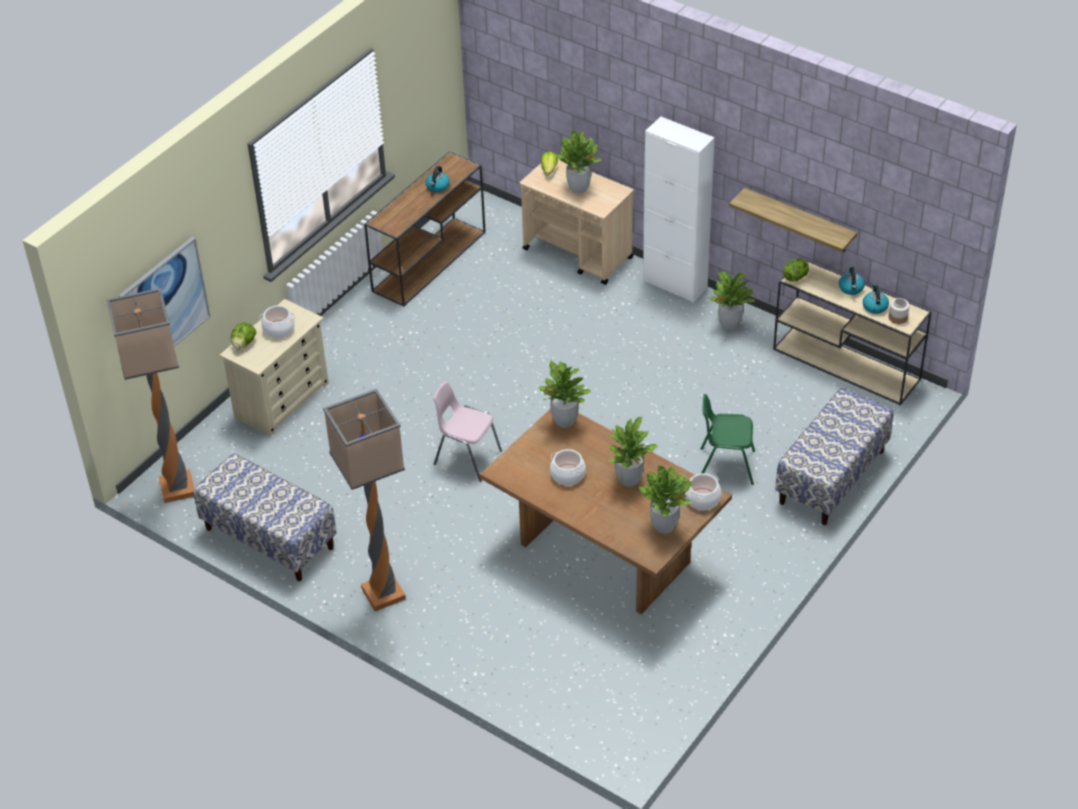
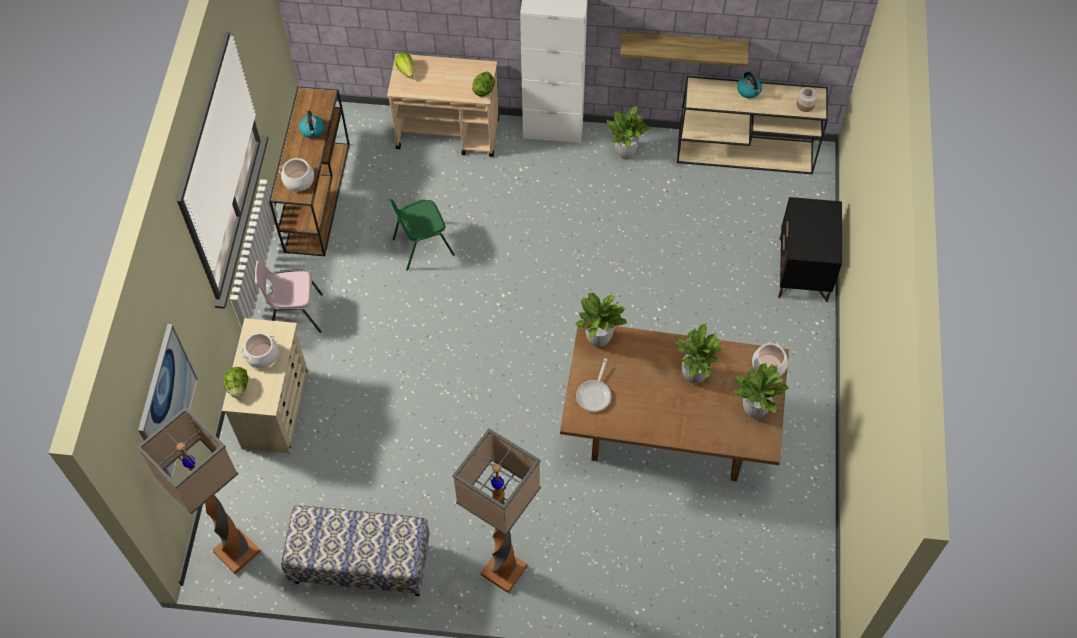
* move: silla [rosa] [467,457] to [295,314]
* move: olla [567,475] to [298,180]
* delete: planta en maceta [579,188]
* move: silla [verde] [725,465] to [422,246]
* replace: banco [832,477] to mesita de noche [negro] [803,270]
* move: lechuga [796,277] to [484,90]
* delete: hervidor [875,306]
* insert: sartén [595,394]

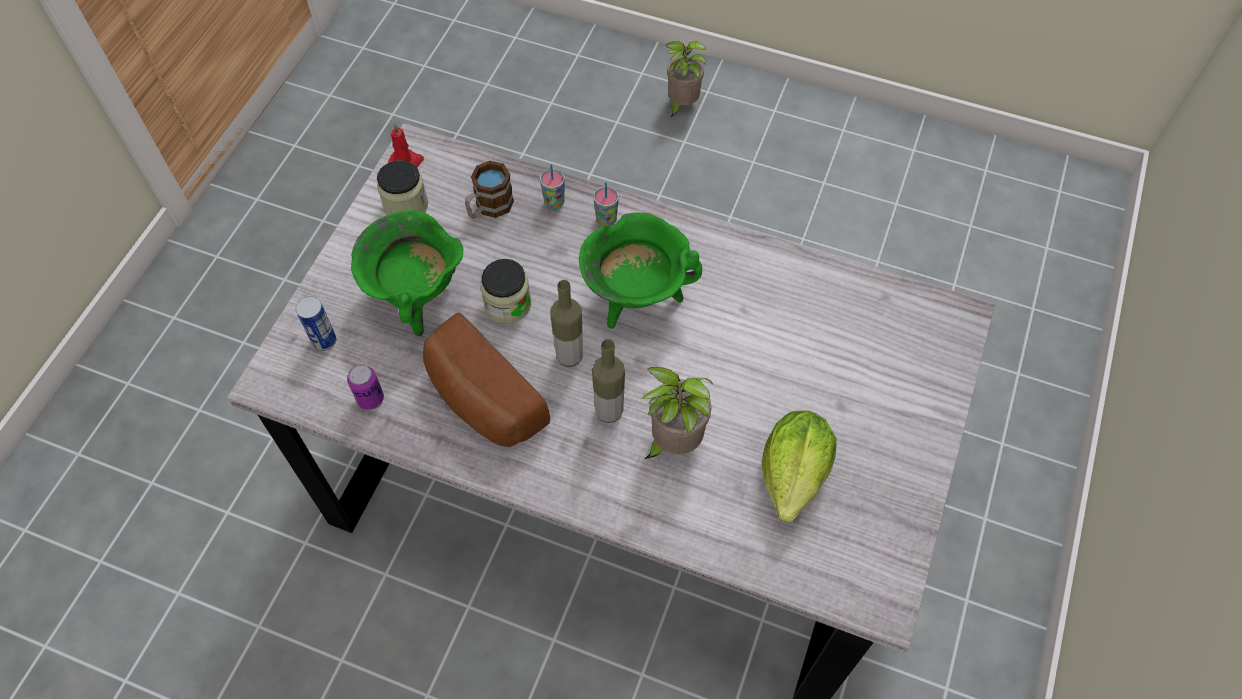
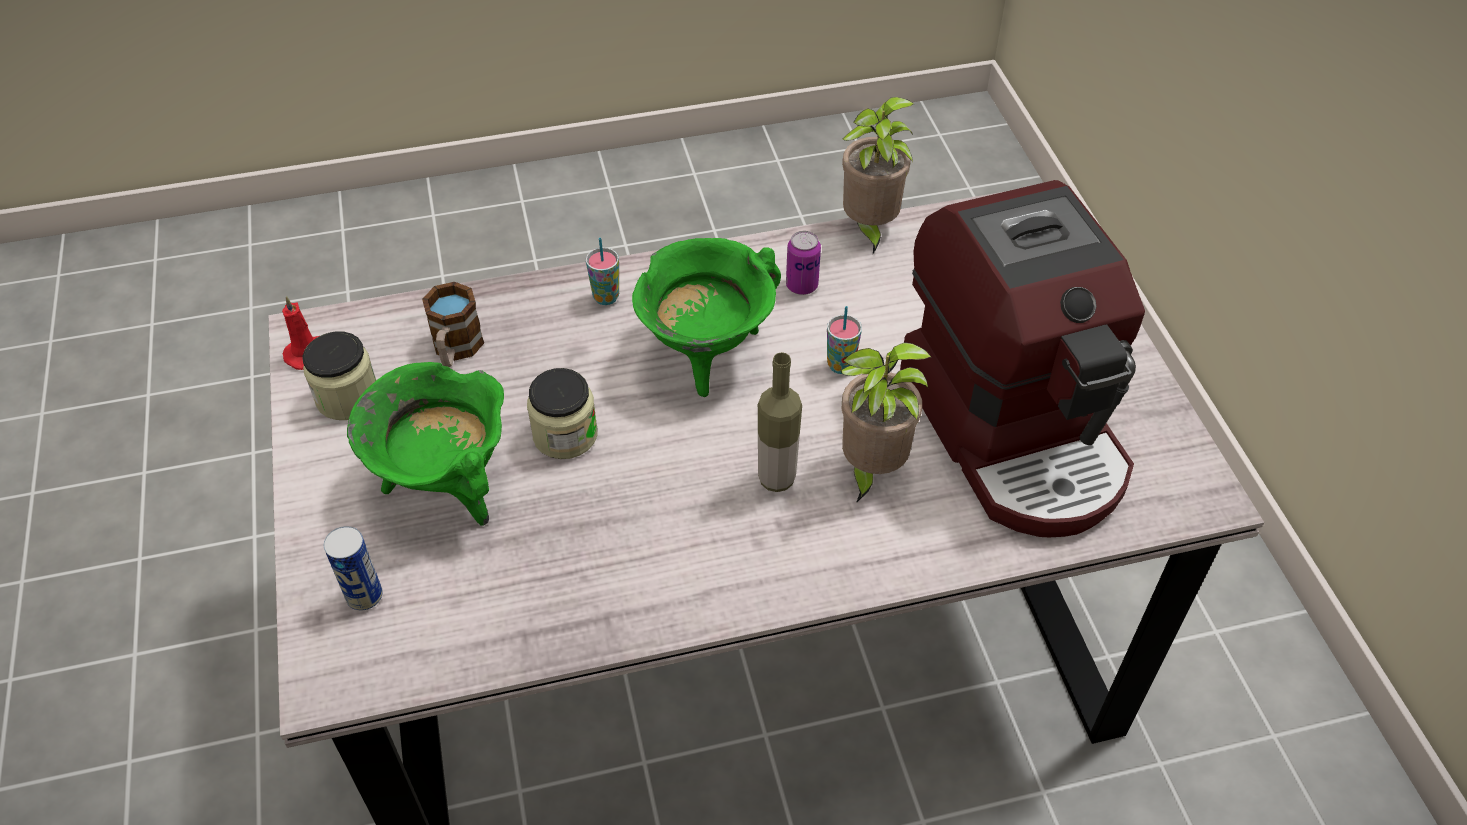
* move: lata [370,399] to [802,285]
* delete: pan [481,400]
* move: taza [554,203] to [840,365]
* delete: botella [569,356]
* move: planta en maceta [681,105] to [869,229]
* replace: lechuga [793,474] to cafetera [1016,430]

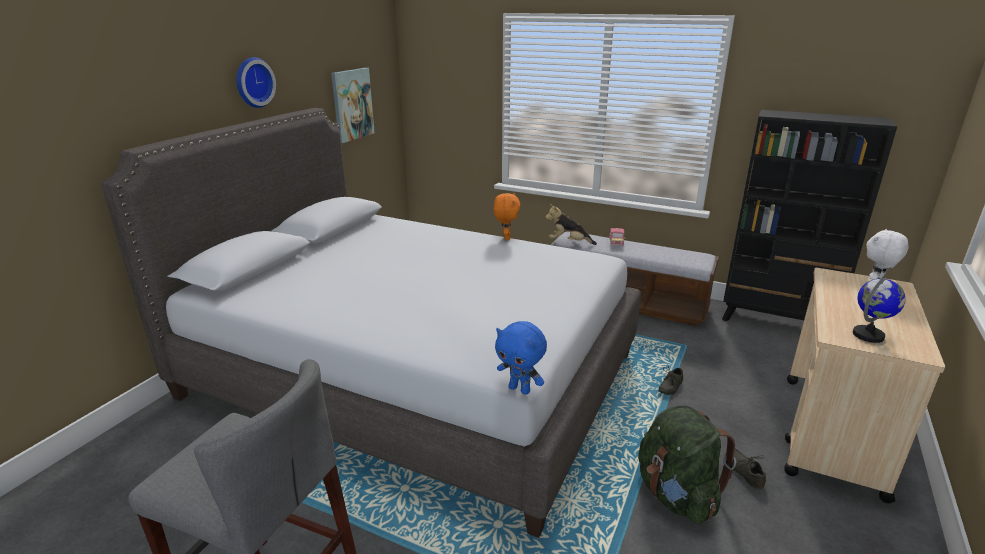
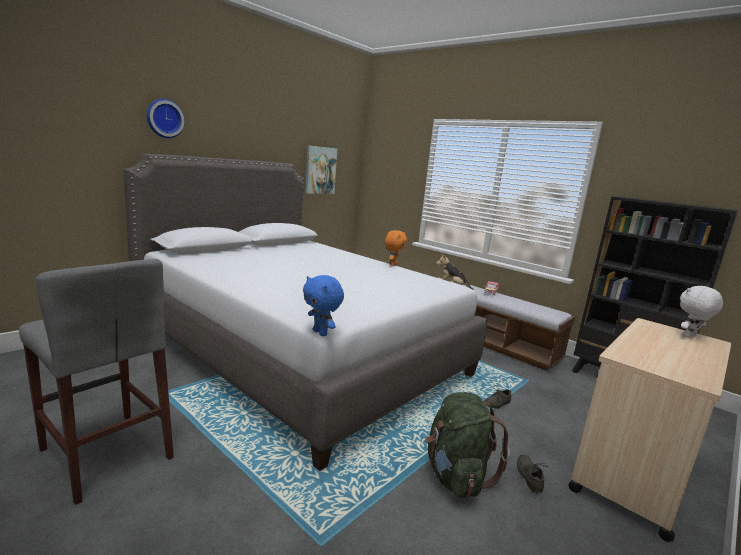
* move: reloj de pared [252,82] to [164,118]
* delete: globo terráqueo [868,335]

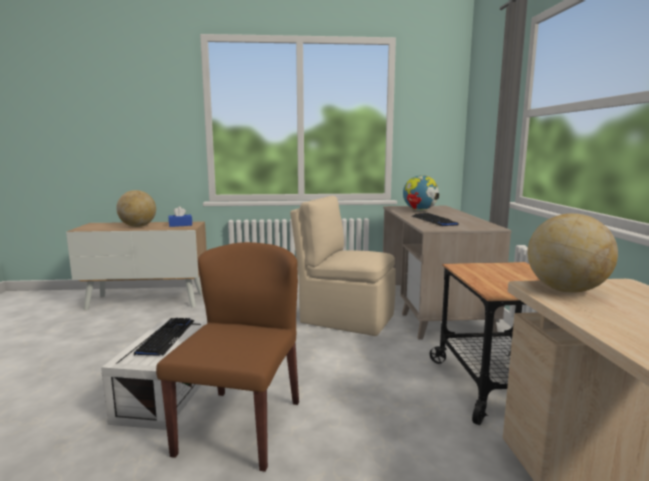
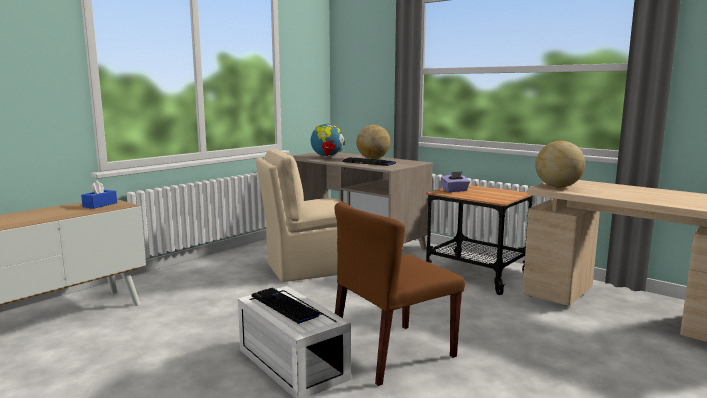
* move: globo terráqueo [138,226] to [373,158]
* rotate: silla [marrón] [240,426] = [392,353] 90 degrees counterclockwise
* insert: caja de pañuelos [morado] [455,190]

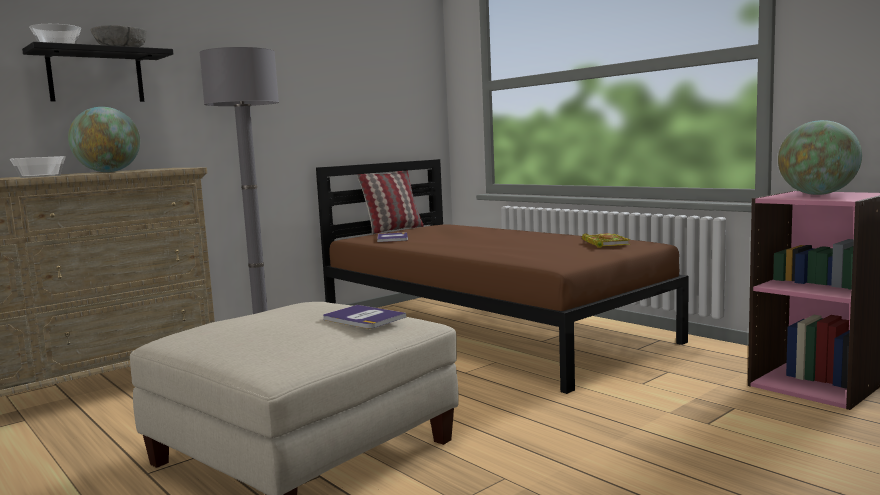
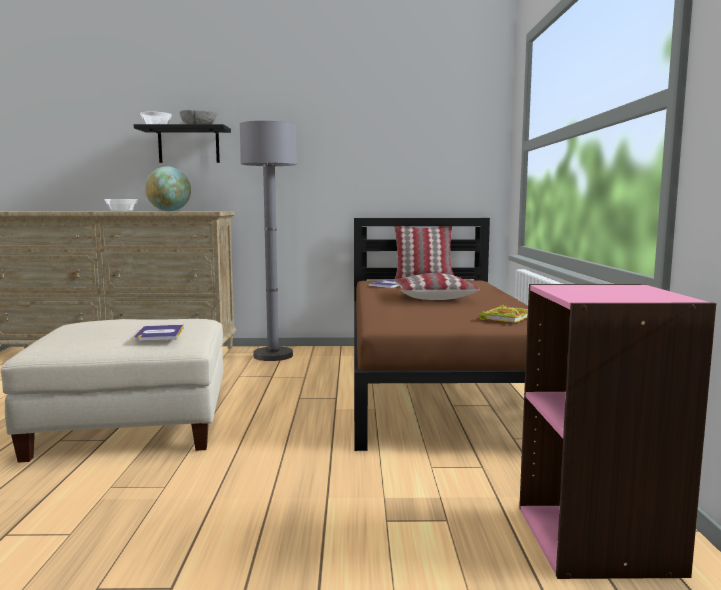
* delete: globo terráqueo [817,194]
* insert: cojín [433,297]

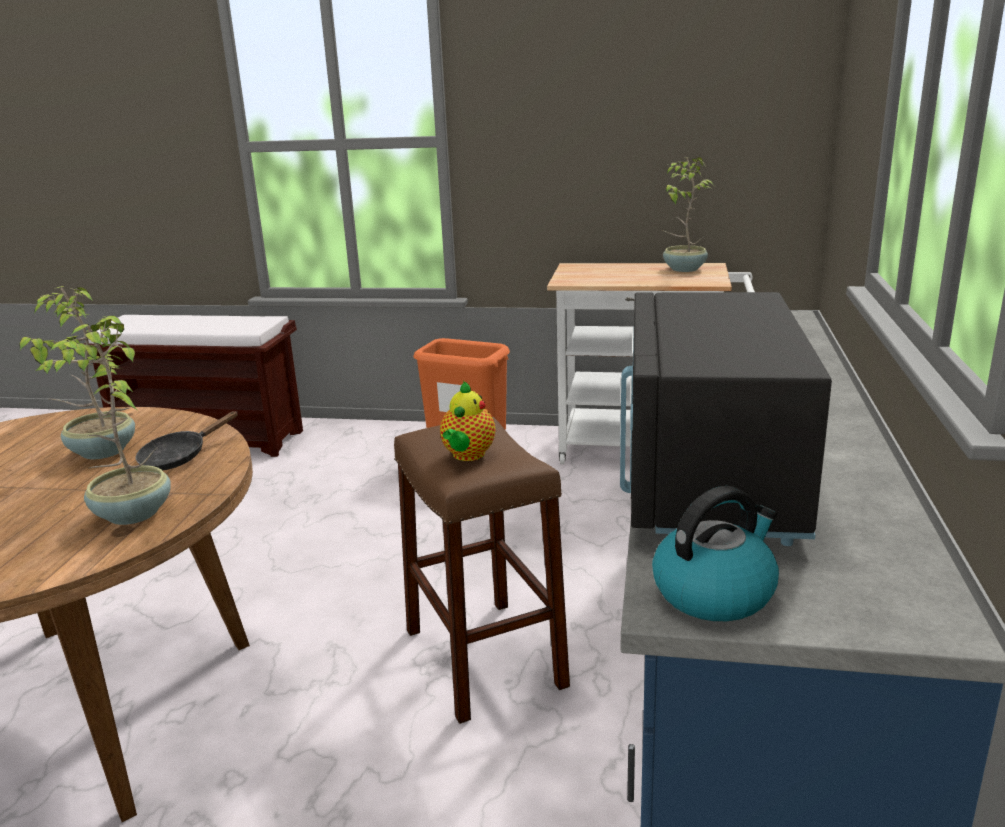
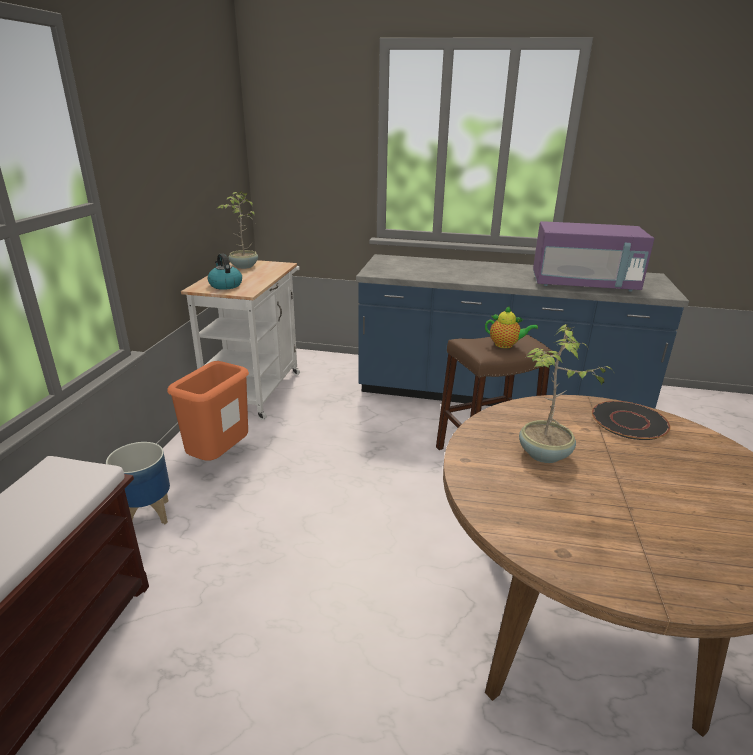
* replace: planta en maceta [131,515] to plato [negro] [629,422]
* delete: sartén [negro] [179,457]
* recolor: microondas [negro] [707,479] to microondas [morado] [583,285]
* move: hervidor [714,592] to [225,285]
* insert: maceta [147,514]

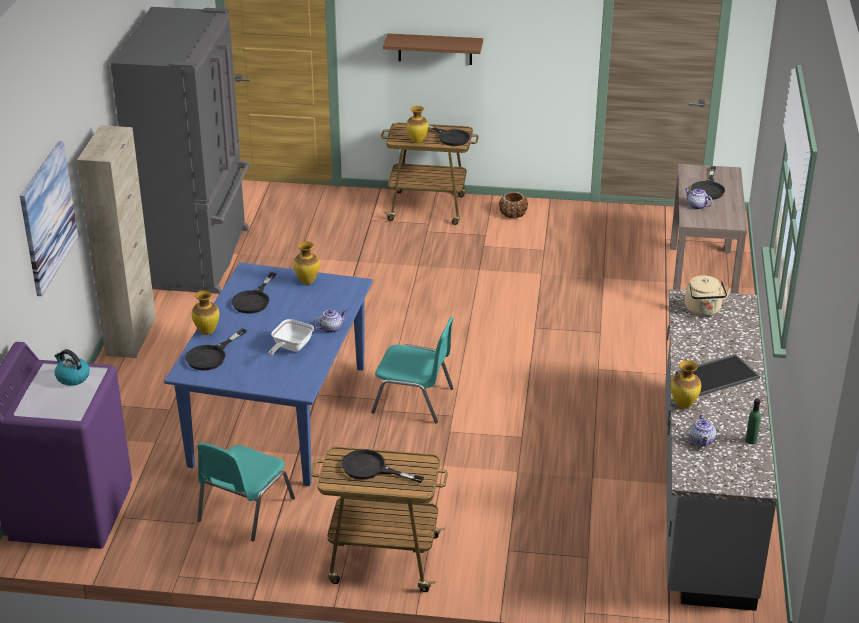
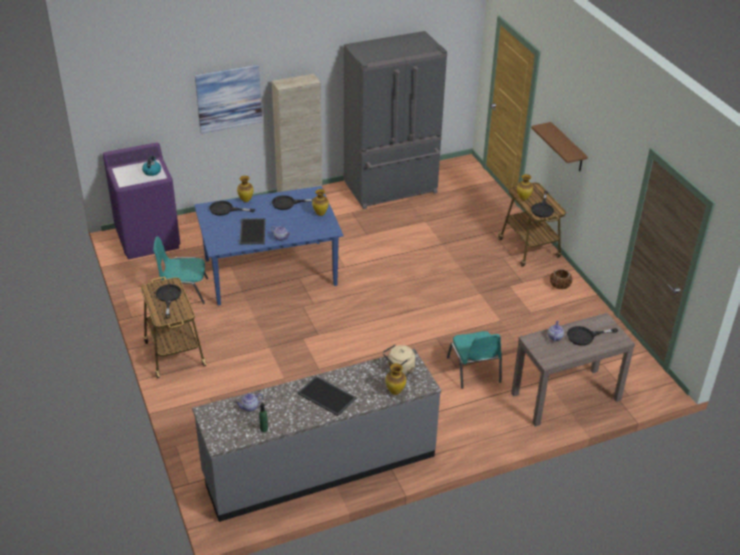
* replace: sartén [290,348] to bandeja [252,231]
* move: silla [turquesa] [414,400] to [474,370]
* move: florero [683,405] to [394,392]

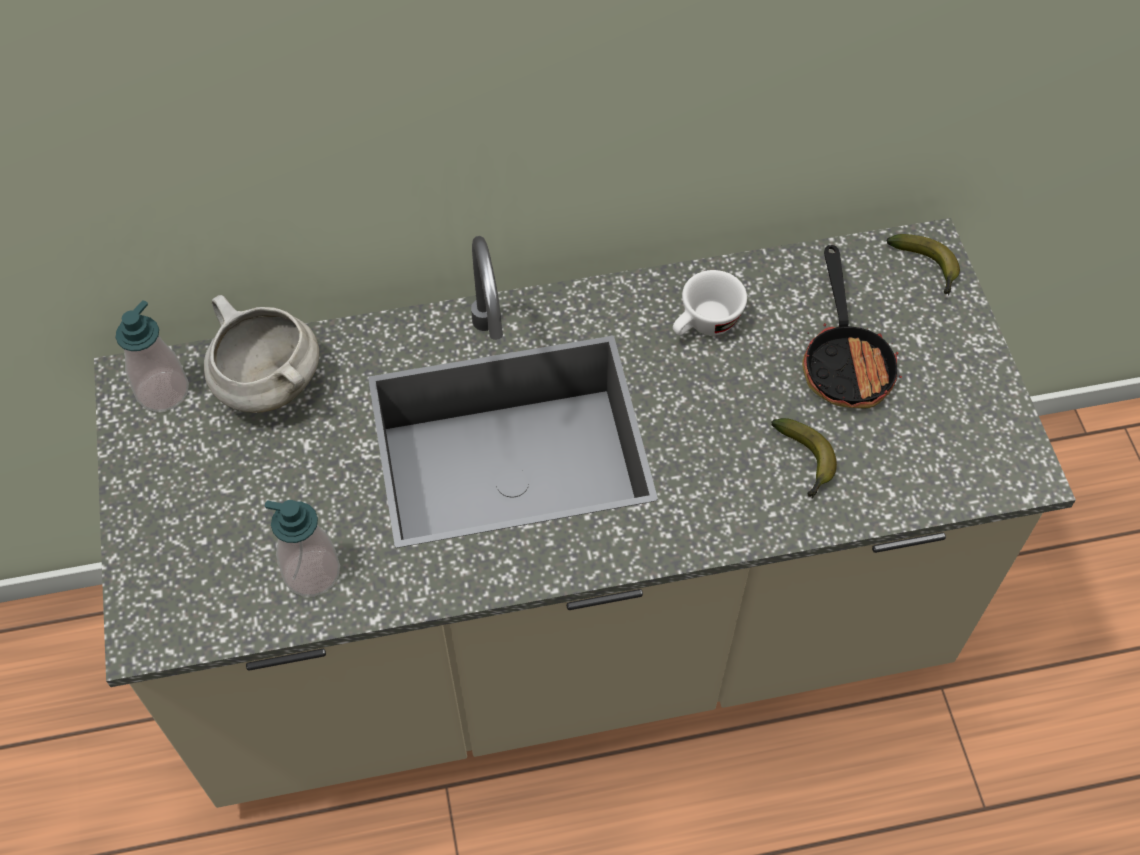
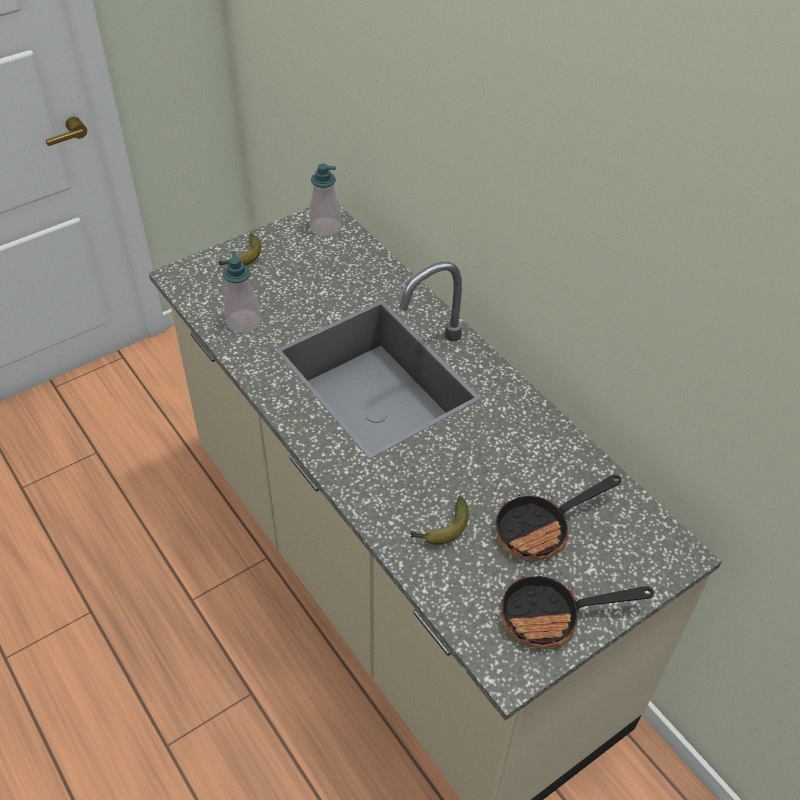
* delete: olla [blanco] [267,384]
* delete: taza [blanco] [704,325]
* move: plátano [927,268] to [242,258]
* insert: sartén [552,617]

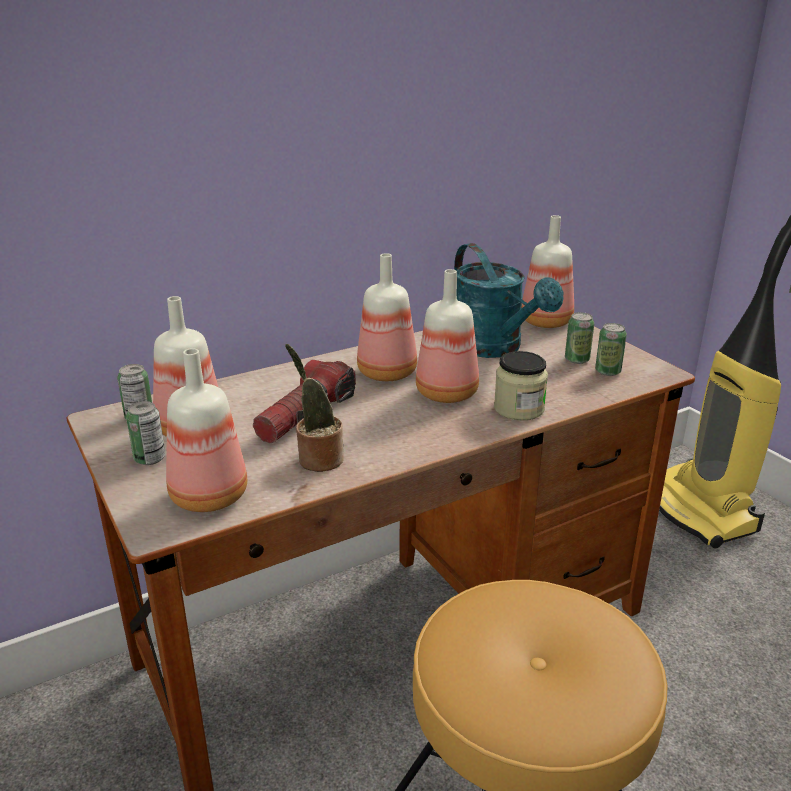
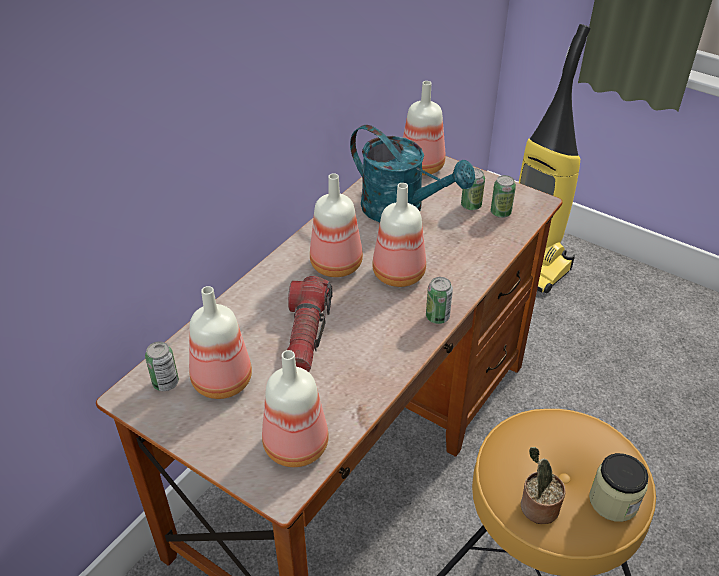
* move: lata [150,459] to [437,317]
* move: planta en maceta [317,459] to [536,507]
* move: tarro [518,409] to [613,501]

